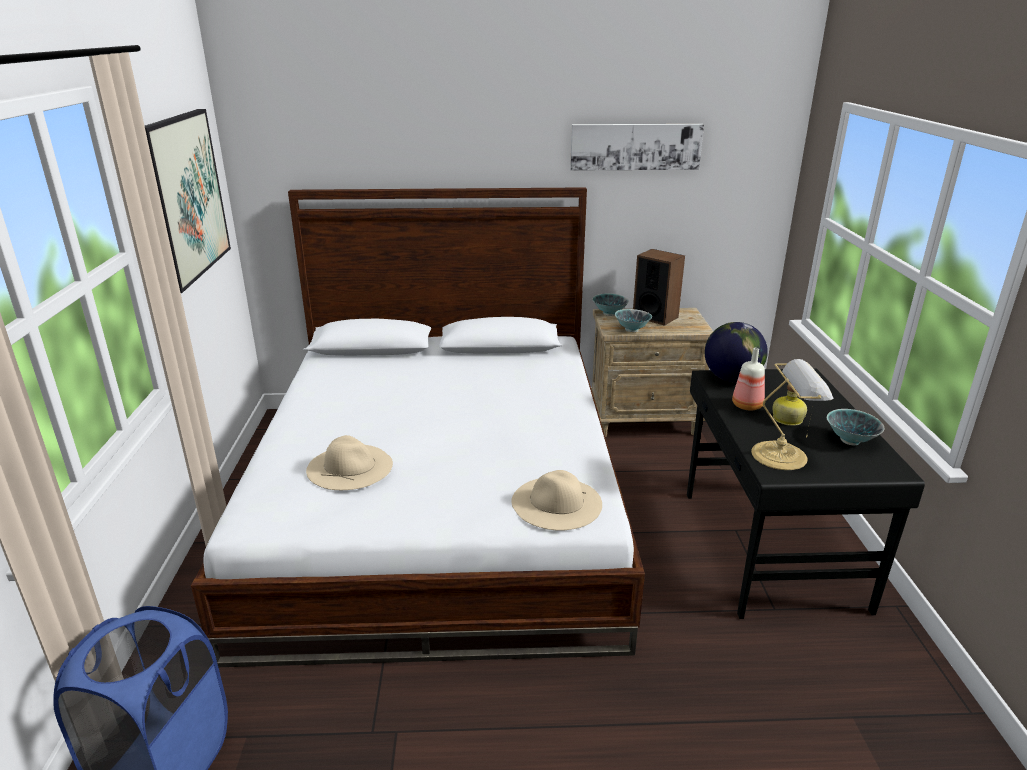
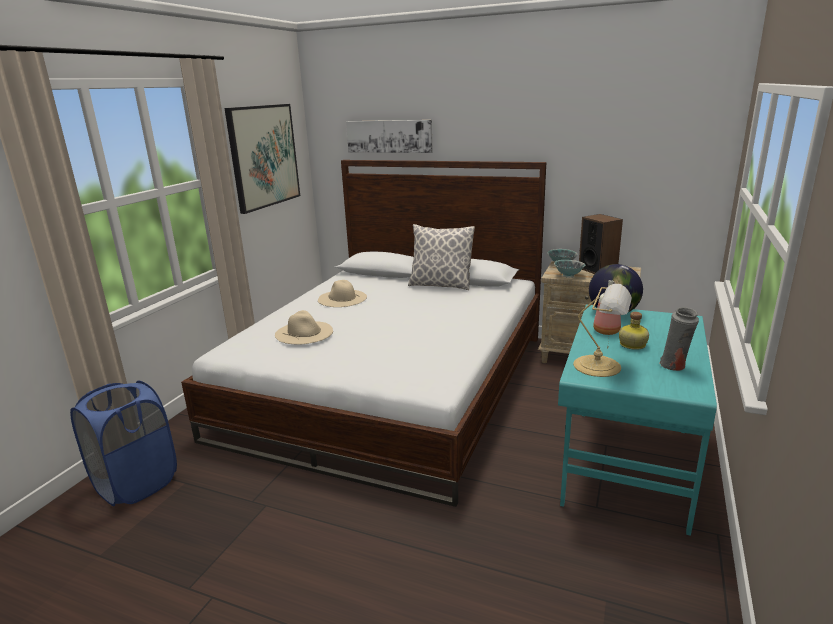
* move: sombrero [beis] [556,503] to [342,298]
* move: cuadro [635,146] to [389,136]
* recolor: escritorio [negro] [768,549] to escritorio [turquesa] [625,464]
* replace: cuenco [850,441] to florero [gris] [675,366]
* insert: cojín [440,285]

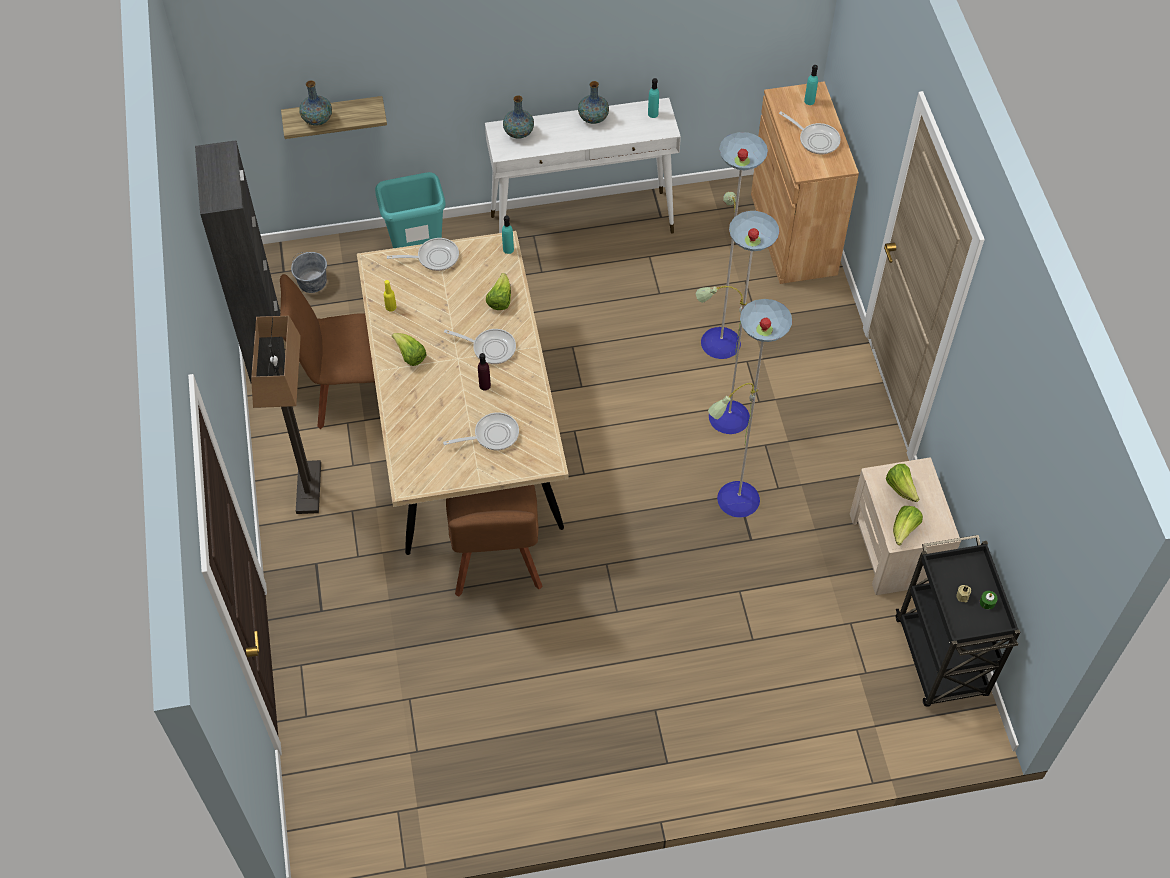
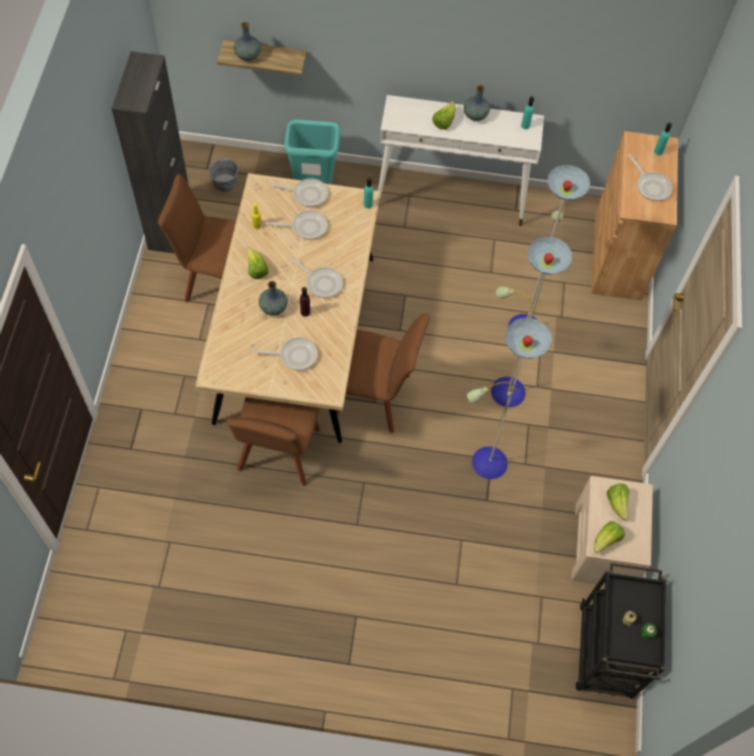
* delete: lámpara de pie [308,488]
* move: lechuga [500,300] to [444,121]
* move: florero [518,133] to [273,308]
* insert: sartén [306,227]
* insert: silla [marrón] [376,397]

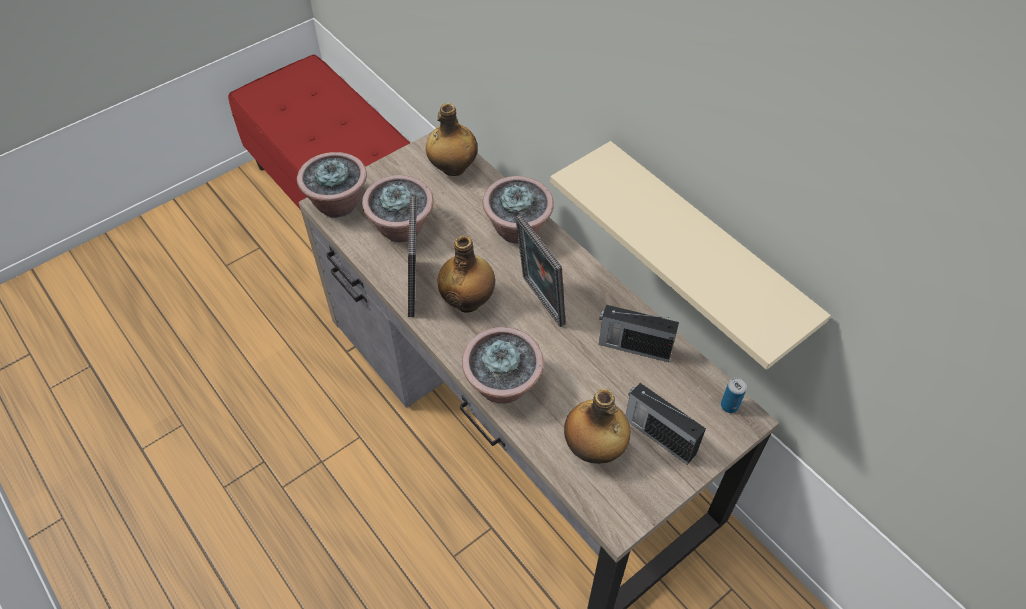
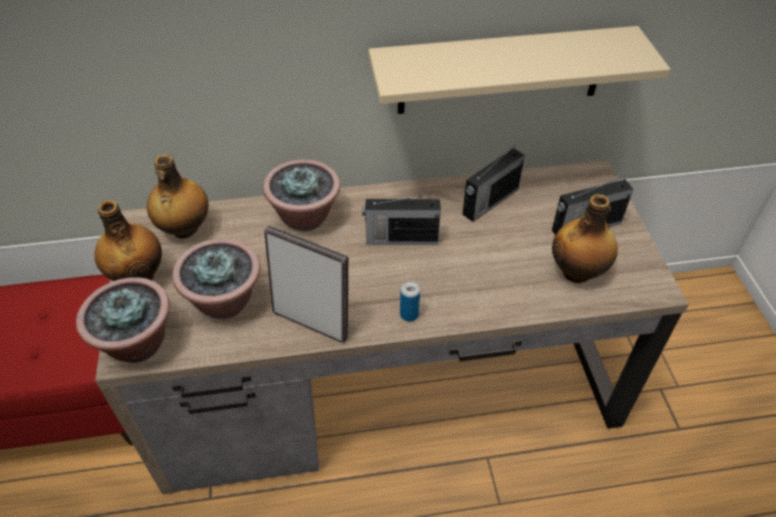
* move: botella [468,301] to [138,276]
* delete: planta en maceta [503,386]
* replace: portarretratos [539,302] to radio [400,239]
* move: lata [729,405] to [409,314]

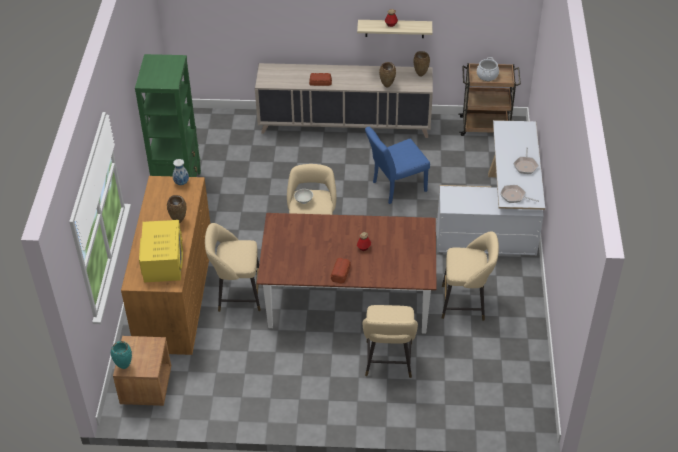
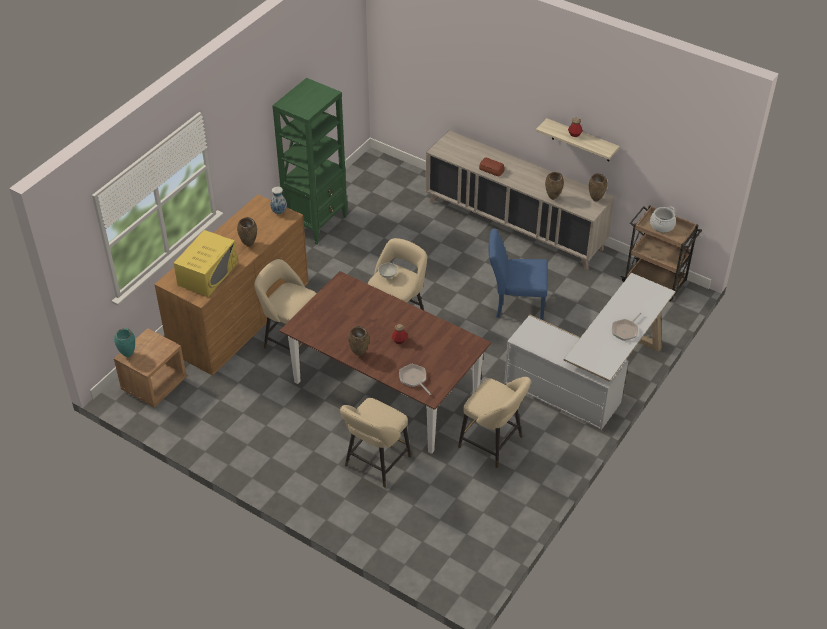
* replace: pan [341,273] to florero [marrón] [359,354]
* move: sartén [514,196] to [414,379]

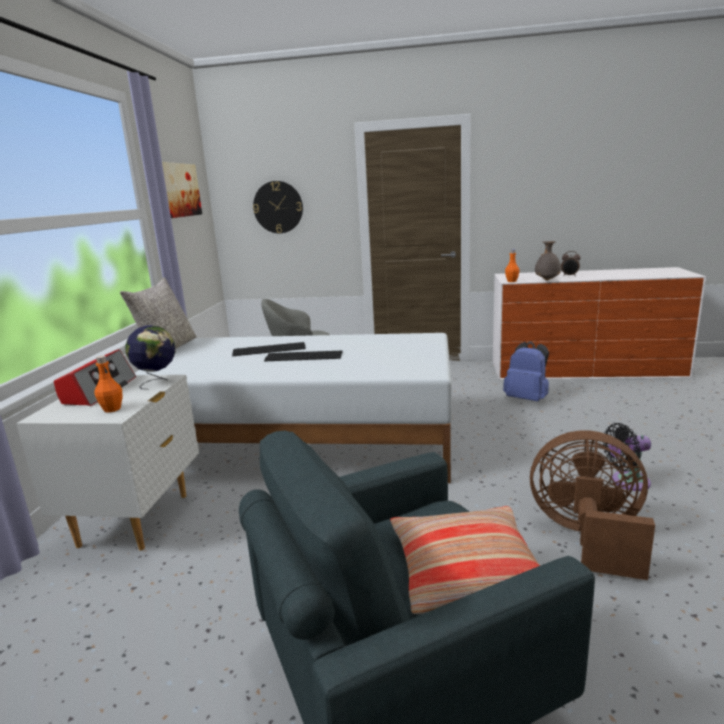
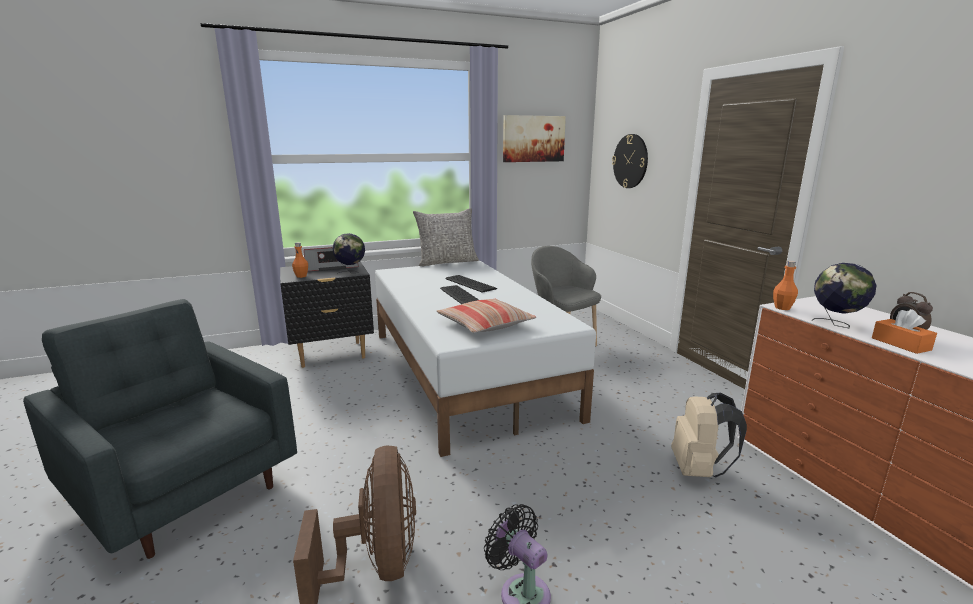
* recolor: mesita de noche [blanco] [136,520] to mesita de noche [negro] [332,354]
* move: cojín [467,571] to [485,325]
* recolor: mochila [azul] [527,399] to mochila [beis] [698,470]
* replace: florero [gris] [547,280] to globo terráqueo [836,324]
* insert: caja de pañuelos [naranja] [900,344]

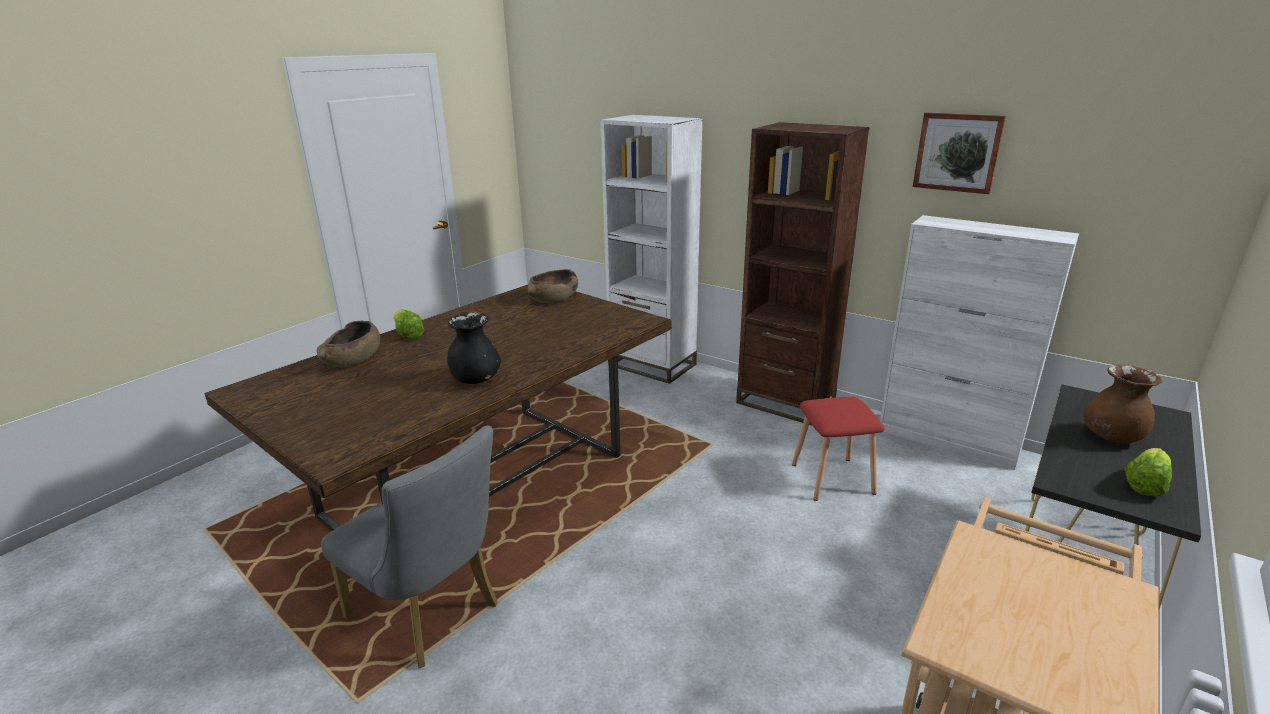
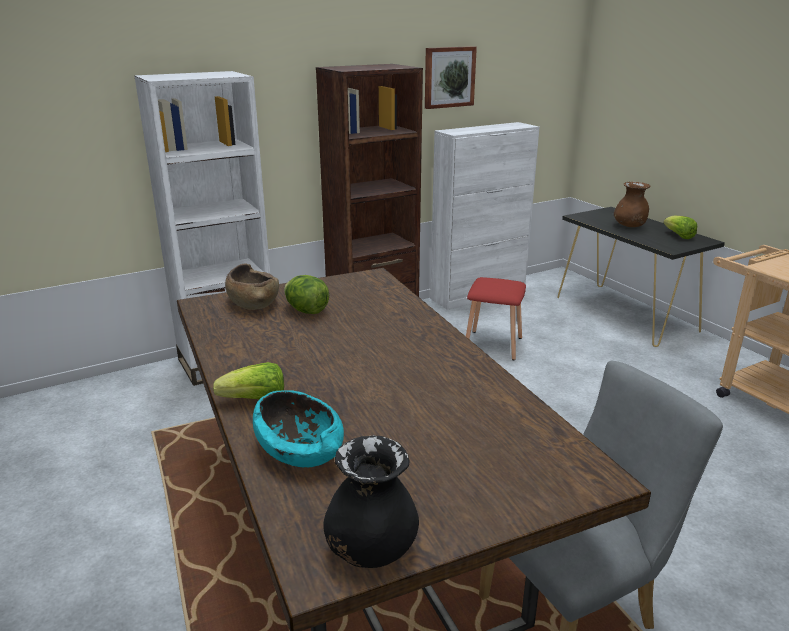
* recolor: cuenco [marrón] [353,359] to cuenco [turquesa] [300,450]
* move: florero [negro] [475,380] to [371,550]
* insert: lechuga [306,310]

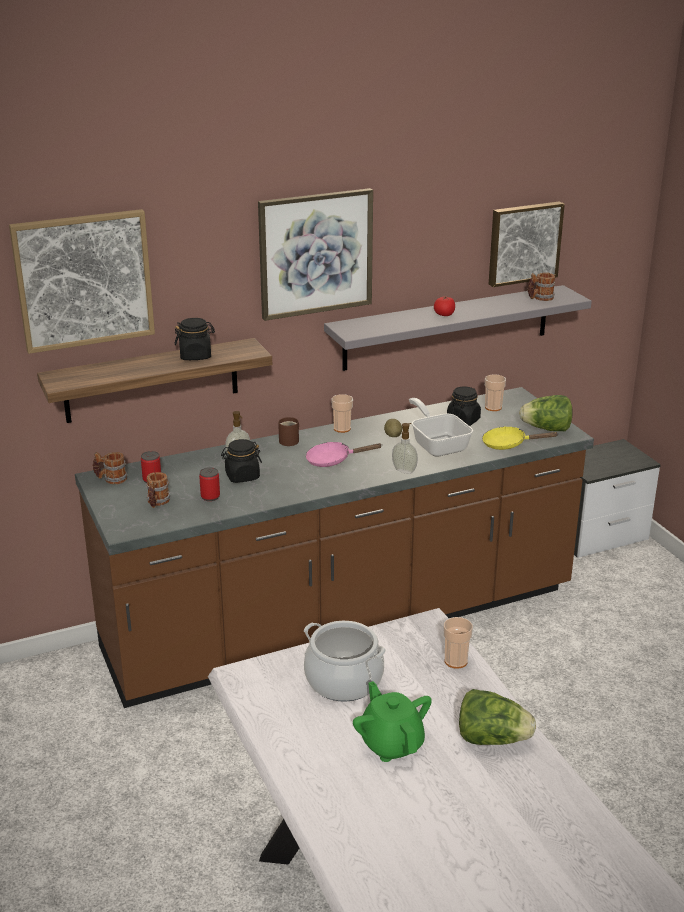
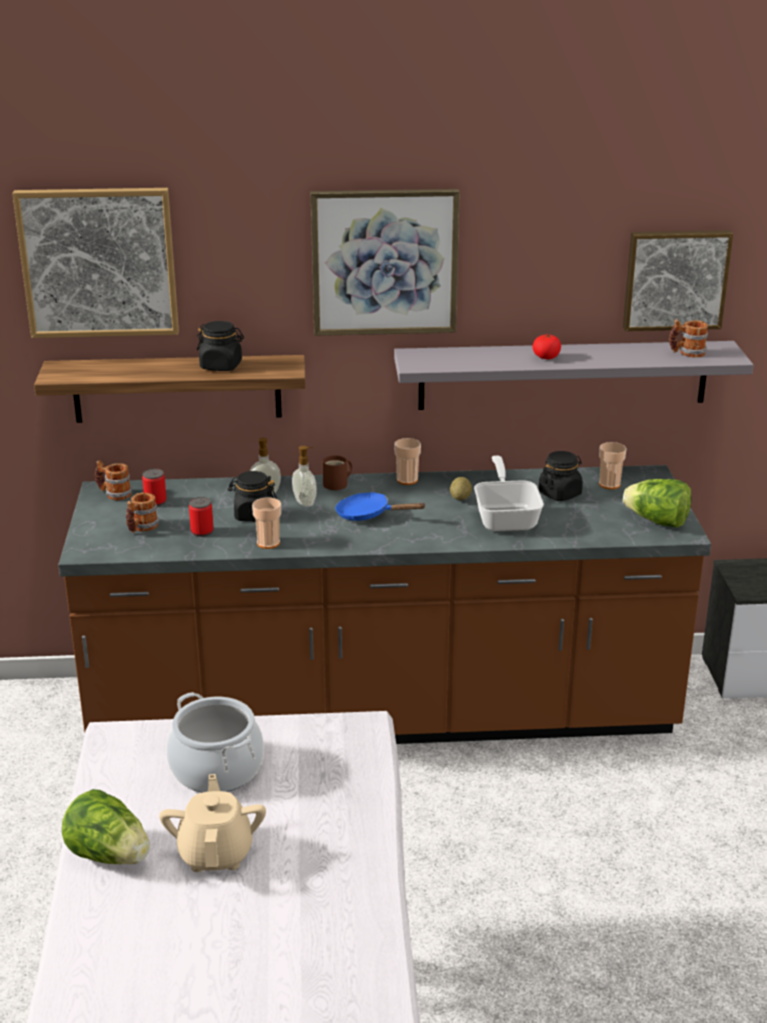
* recolor: sartén [rosa] [333,460] to sartén [azul] [368,515]
* recolor: tetera [verde] [391,744] to tetera [beis] [216,853]
* move: dispensador de jabón [404,470] to [305,502]
* move: taza [456,661] to [268,543]
* move: lechuga [492,739] to [110,855]
* delete: sartén [amarillo] [508,444]

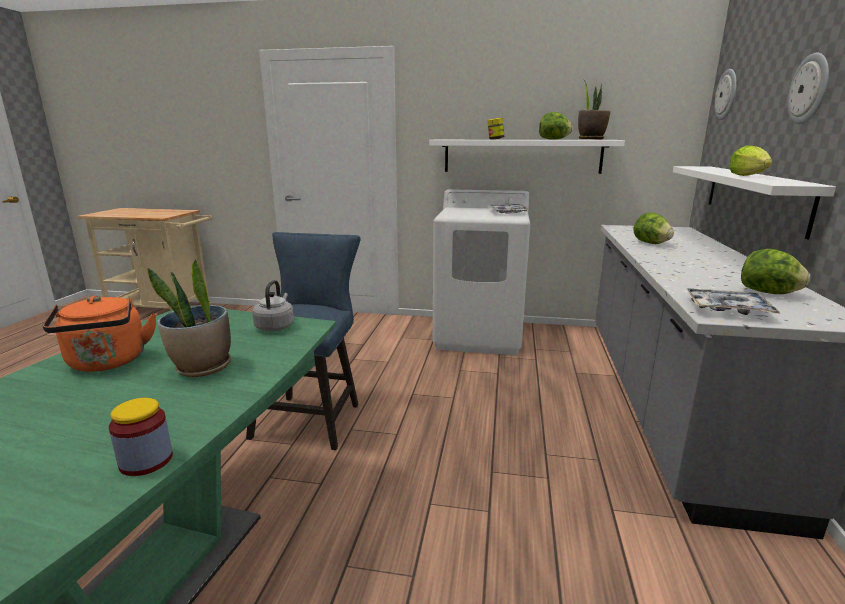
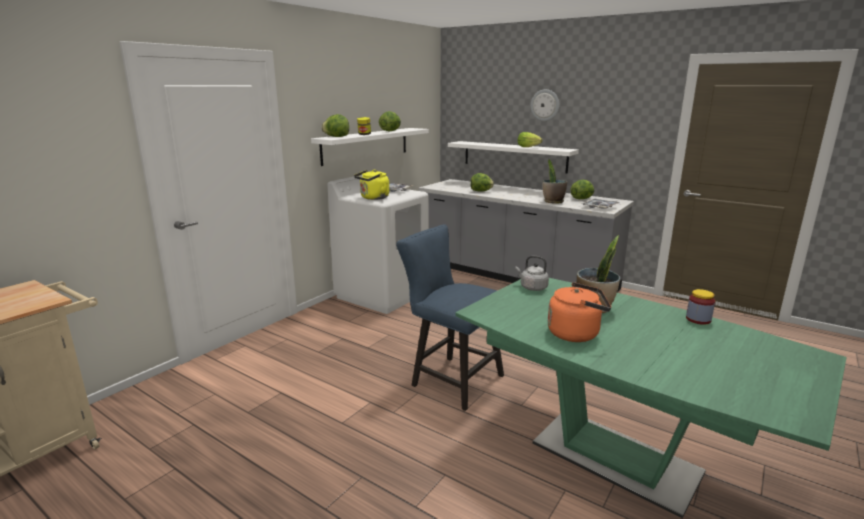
* move: planta en maceta [591,139] to [553,202]
* delete: reloj de pared [727,94]
* insert: lechuga [336,137]
* insert: hervidor [amarillo] [373,198]

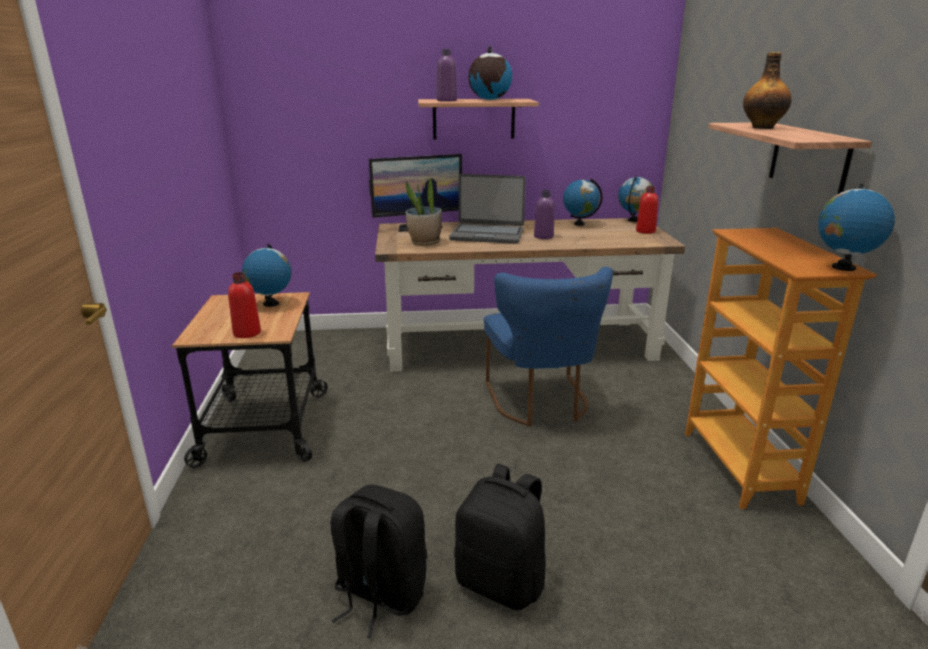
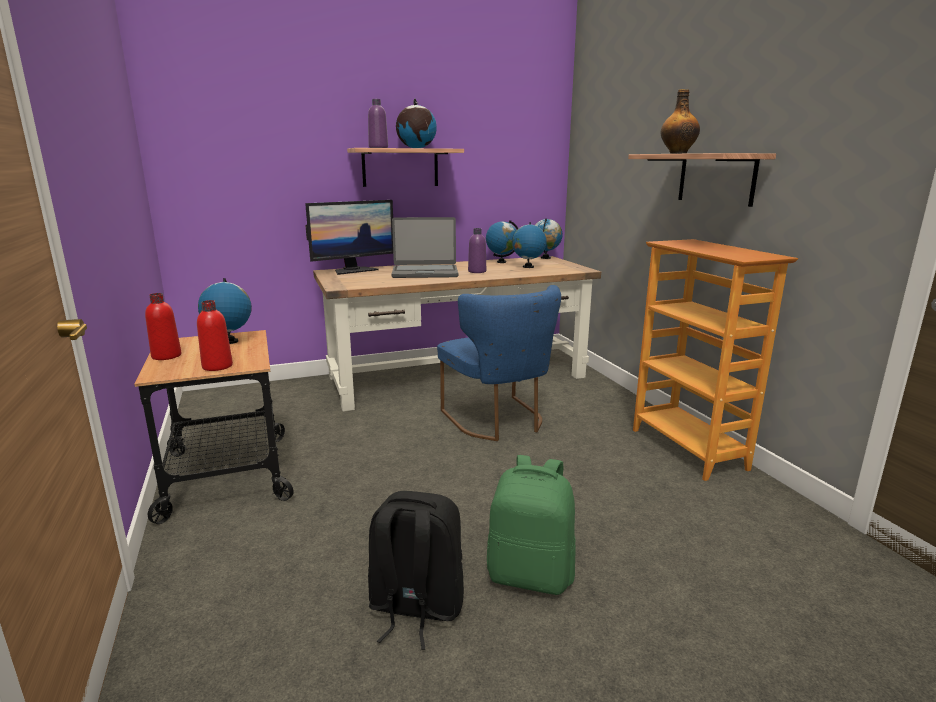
* delete: planta en maceta [425,242]
* recolor: mochila [negro] [502,582] to mochila [verde] [531,574]
* move: botella [rojo] [645,231] to [166,356]
* move: globo terráqueo [843,267] to [528,267]

